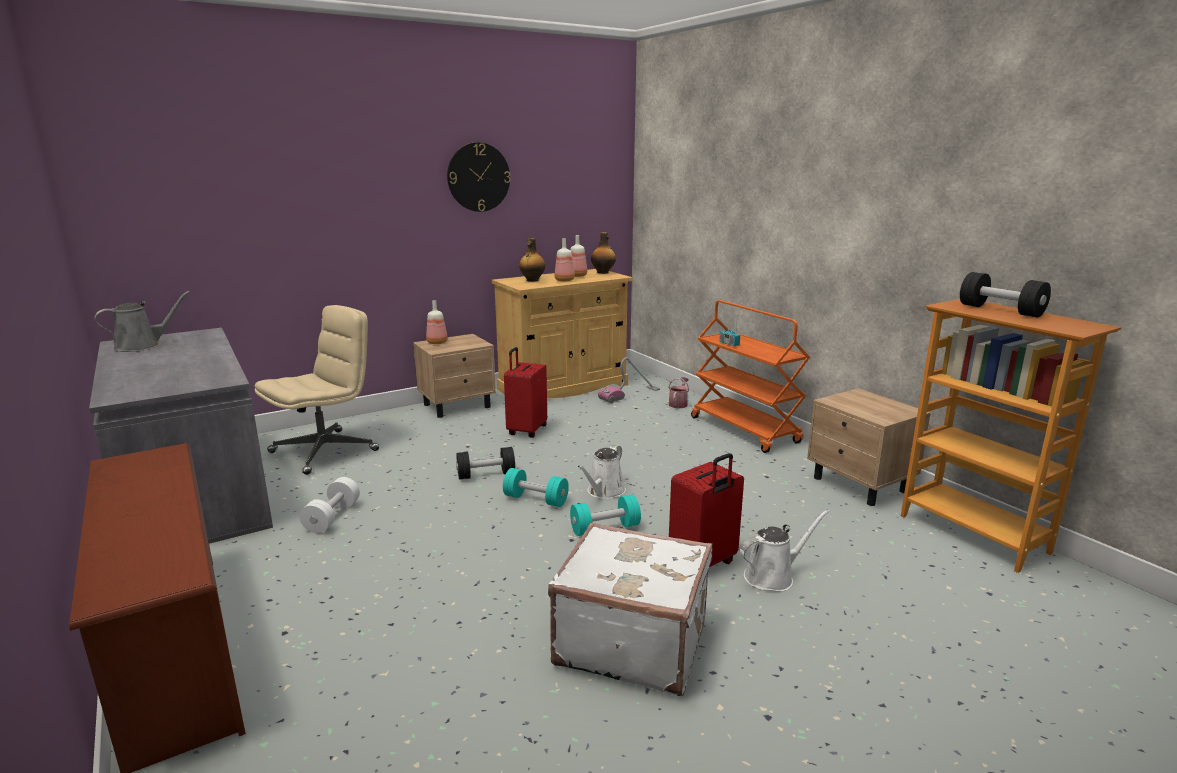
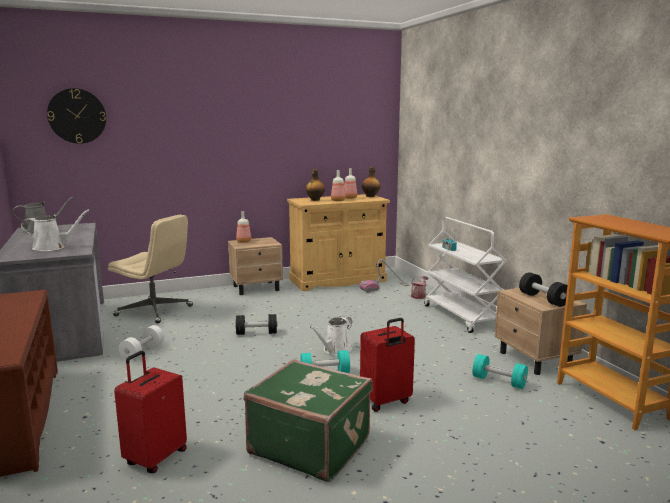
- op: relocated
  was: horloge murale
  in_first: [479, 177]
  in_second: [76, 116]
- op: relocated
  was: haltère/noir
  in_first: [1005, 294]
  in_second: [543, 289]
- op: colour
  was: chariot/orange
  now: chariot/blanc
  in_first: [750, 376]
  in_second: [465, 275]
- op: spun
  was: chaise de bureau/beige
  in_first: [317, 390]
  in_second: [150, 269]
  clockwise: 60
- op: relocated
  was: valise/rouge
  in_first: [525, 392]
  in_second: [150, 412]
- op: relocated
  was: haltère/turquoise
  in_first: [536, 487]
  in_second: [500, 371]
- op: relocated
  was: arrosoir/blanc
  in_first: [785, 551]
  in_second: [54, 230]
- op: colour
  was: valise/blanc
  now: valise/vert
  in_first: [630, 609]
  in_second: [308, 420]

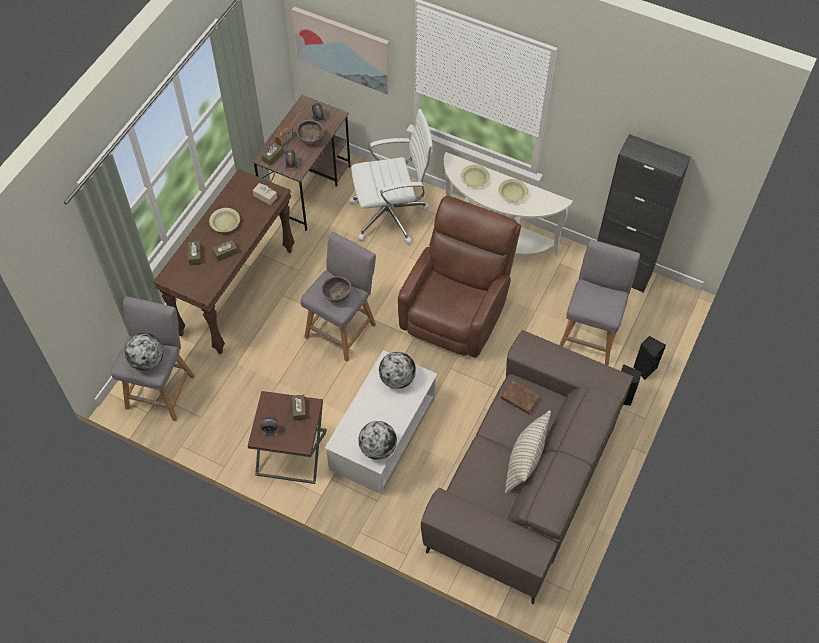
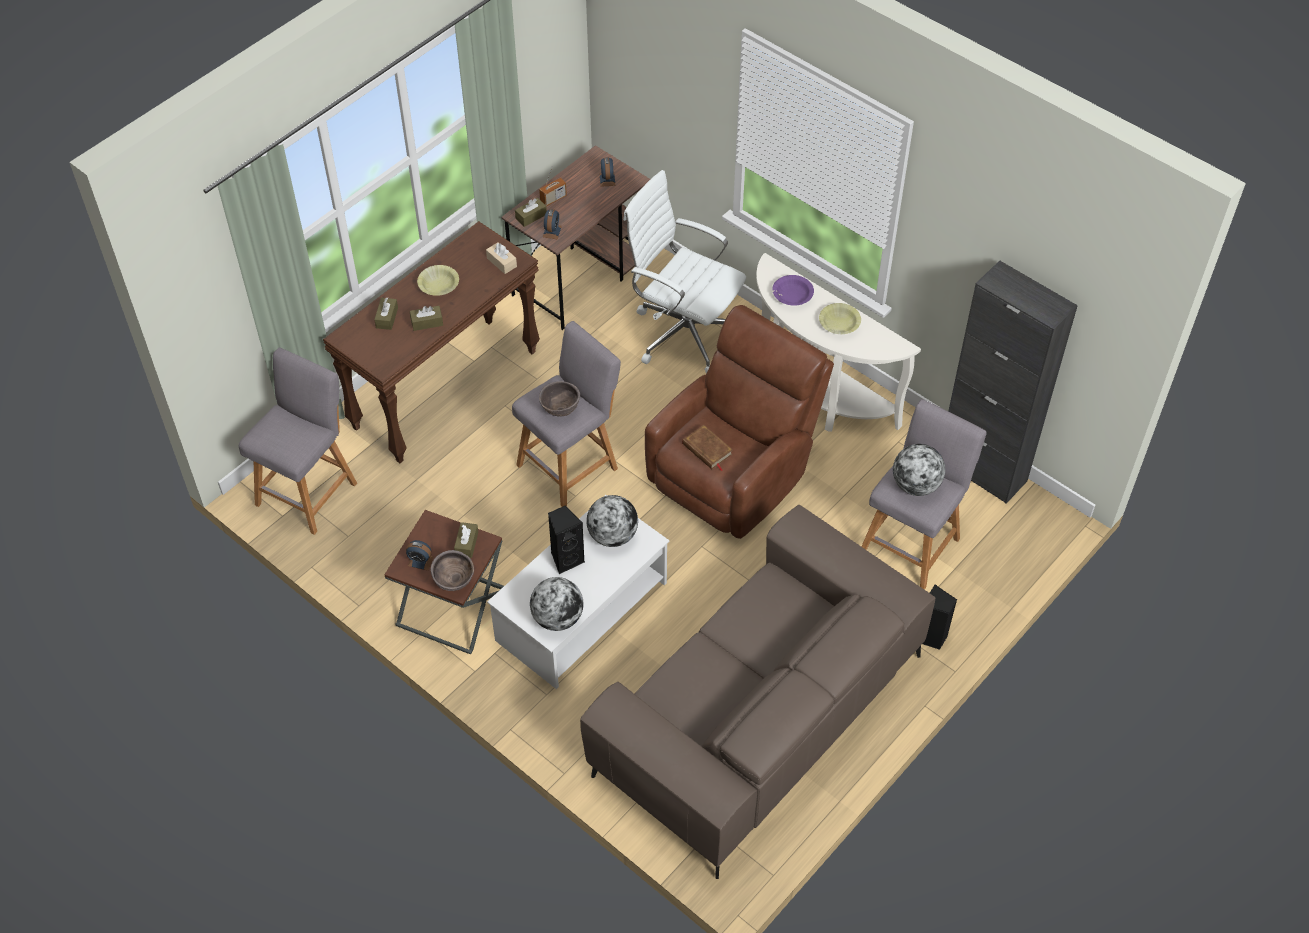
- op: missing
  was: tableau
  in_first: [341, 51]
- op: spun
  was: chaise de bureau/blanc
  in_first: [391, 176]
  in_second: [684, 272]
  clockwise: -150
- op: relocated
  was: bol/marron
  in_first: [310, 132]
  in_second: [452, 570]
- op: colour
  was: bol/jaune
  now: bol/violet
  in_first: [475, 176]
  in_second: [793, 290]
- op: relocated
  was: globe
  in_first: [143, 352]
  in_second: [919, 470]
- op: relocated
  was: enceinte/noir
  in_first: [649, 358]
  in_second: [566, 539]
- op: relocated
  was: livre/marron
  in_first: [520, 397]
  in_second: [707, 448]
- op: missing
  was: coussin
  in_first: [528, 452]

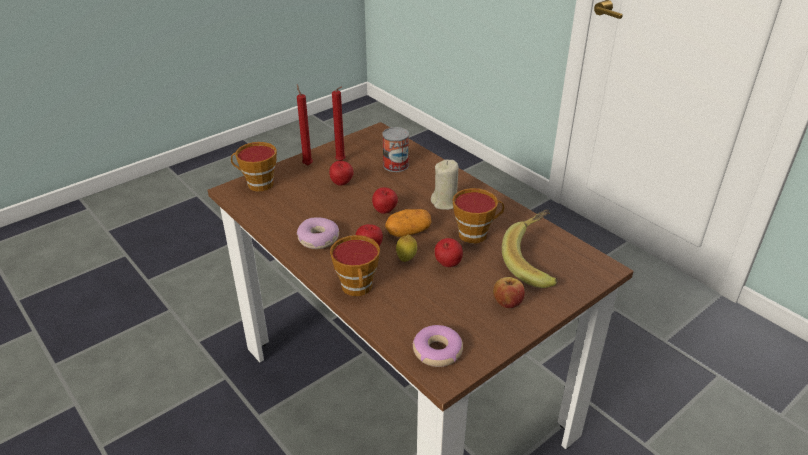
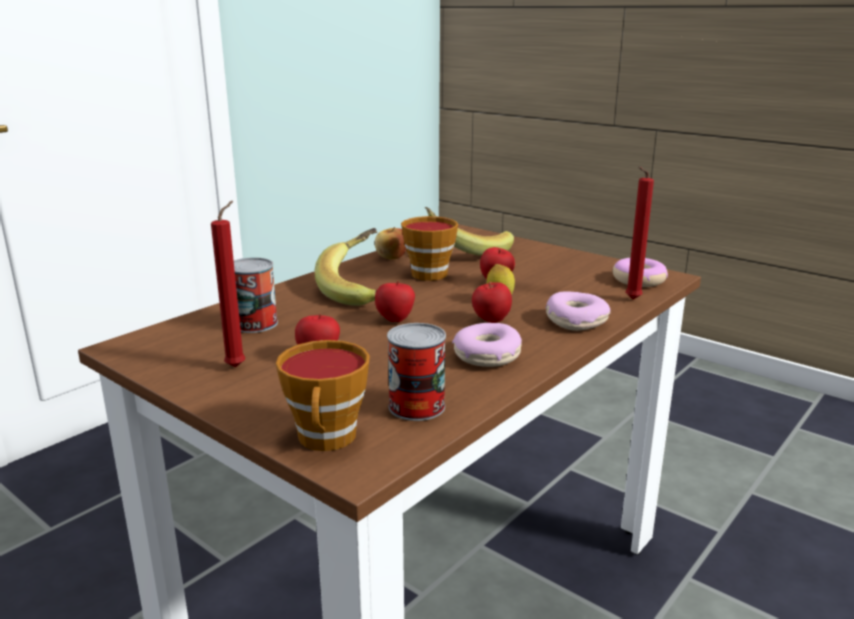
- op: relocated
  was: bougie/rouge
  in_first: [305, 124]
  in_second: [639, 233]
- op: exchanged
  was: bougie/beige
  now: banane
  in_first: [444, 185]
  in_second: [346, 267]
- op: missing
  was: pomme de terre
  in_first: [408, 223]
- op: exchanged
  was: tasse
  now: beignet
  in_first: [355, 265]
  in_second: [578, 311]
- op: relocated
  was: pomme
  in_first: [509, 292]
  in_second: [390, 243]
- op: appeared
  now: boîte métallique
  in_second: [416, 372]

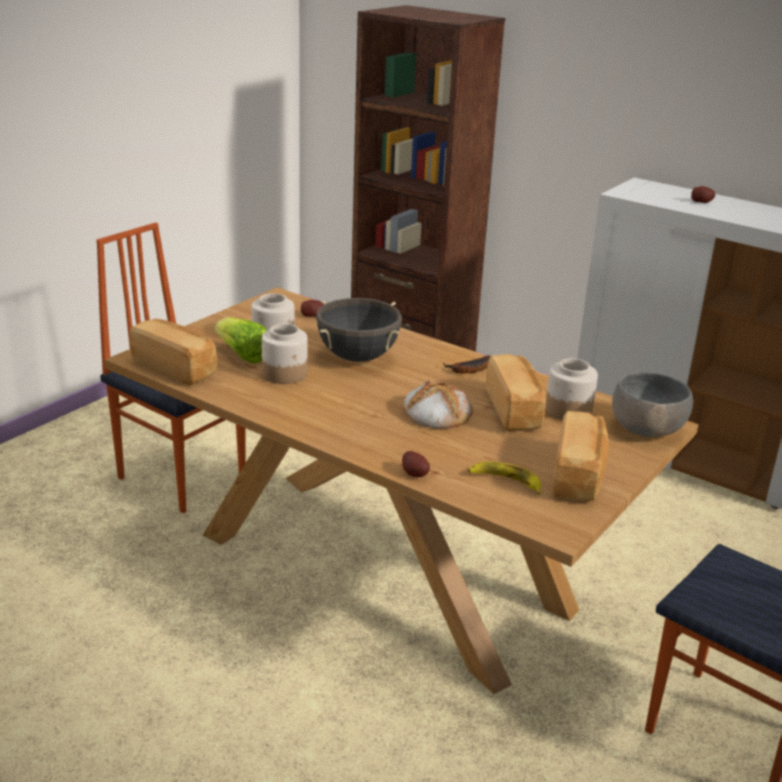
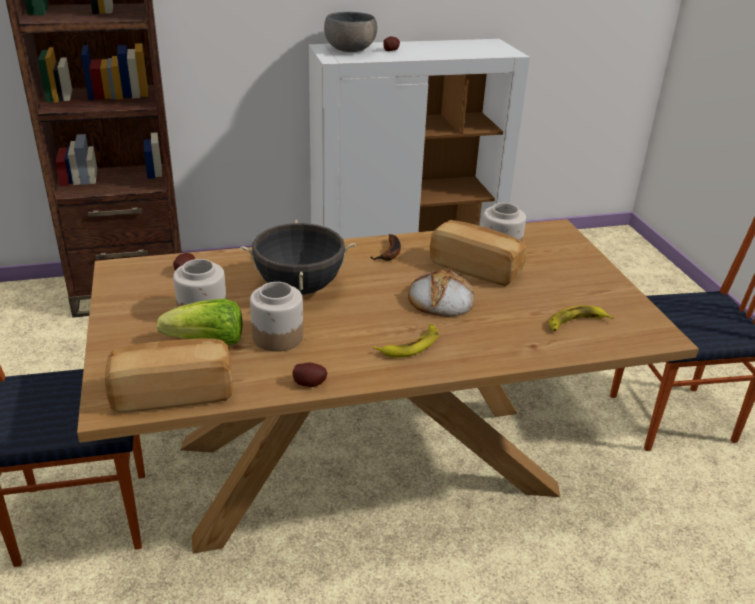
- op: relocated
  was: bol/gris
  in_first: [652, 404]
  in_second: [350, 32]
- op: missing
  was: pain
  in_first: [581, 456]
- op: relocated
  was: pomme de terre
  in_first: [416, 464]
  in_second: [310, 374]
- op: appeared
  now: banane
  in_second: [406, 341]

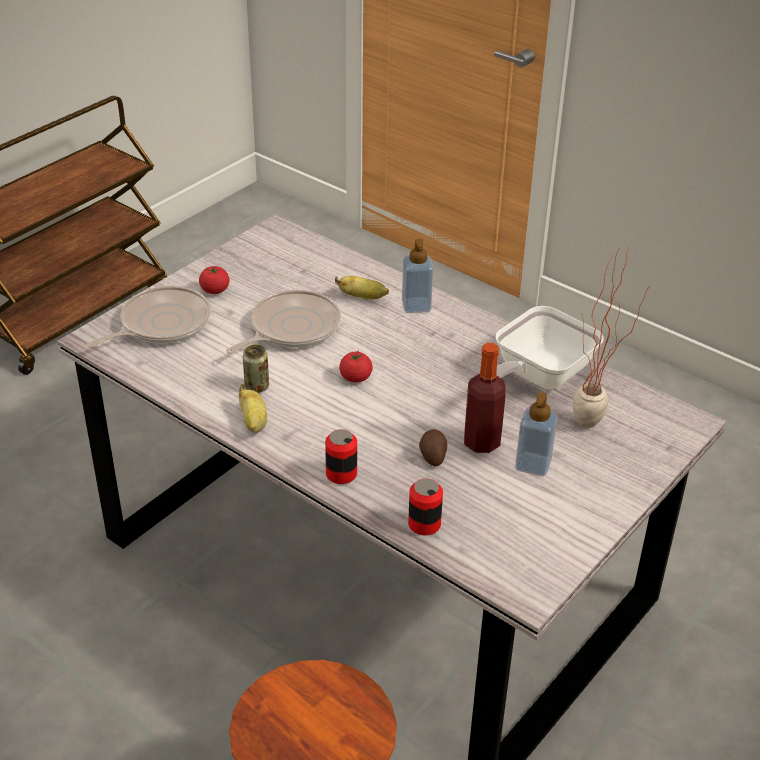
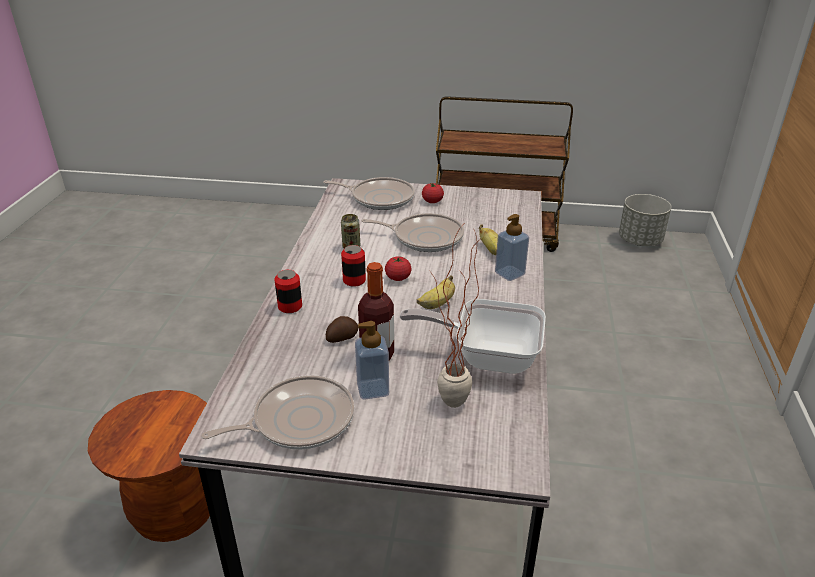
- op: relocated
  was: banane
  in_first: [253, 408]
  in_second: [436, 292]
- op: relocated
  was: boîte métallique
  in_first: [425, 507]
  in_second: [353, 266]
- op: appeared
  now: cache-pot/gris
  in_second: [645, 220]
- op: appeared
  now: poêle
  in_second: [277, 412]

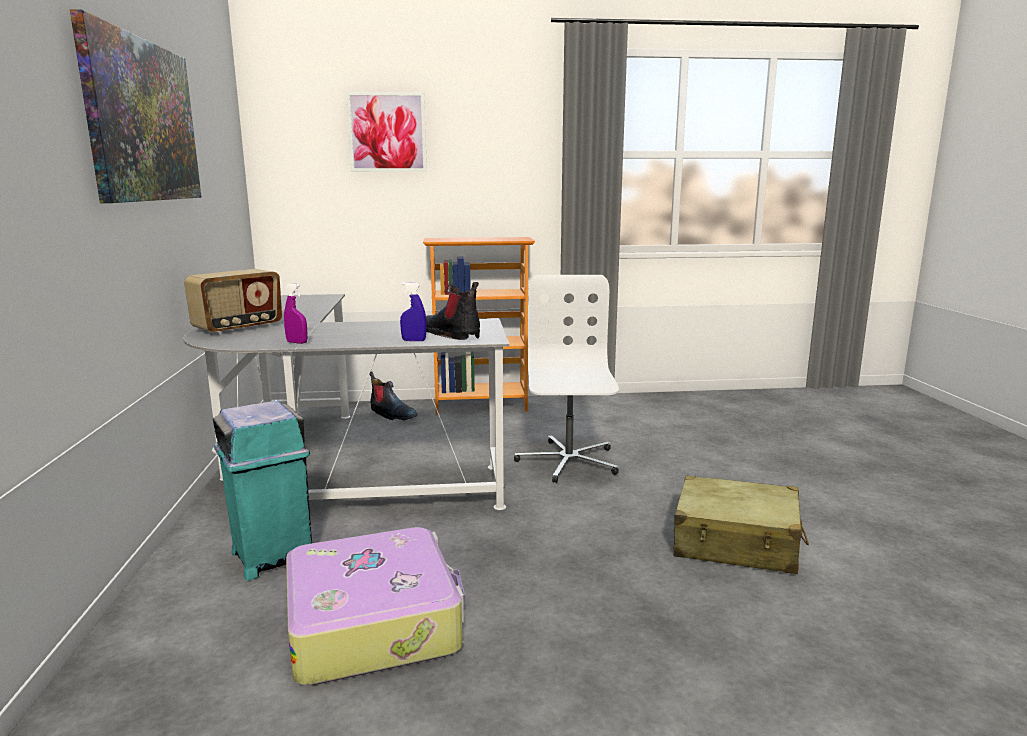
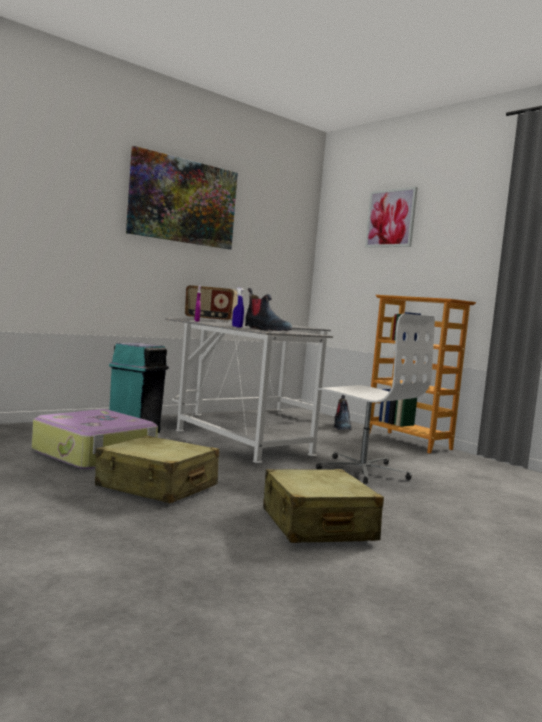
- op: spun
  was: chaise de bureau/blanc
  in_first: [566, 379]
  in_second: [375, 398]
  clockwise: 75
- op: spun
  was: botte
  in_first: [453, 311]
  in_second: [269, 309]
  clockwise: 120
- op: appeared
  now: valise/beige
  in_second: [157, 469]

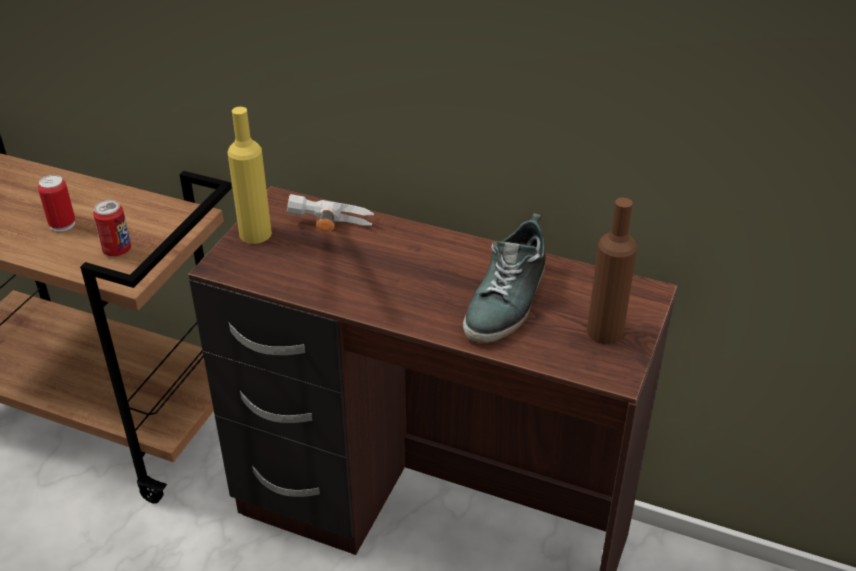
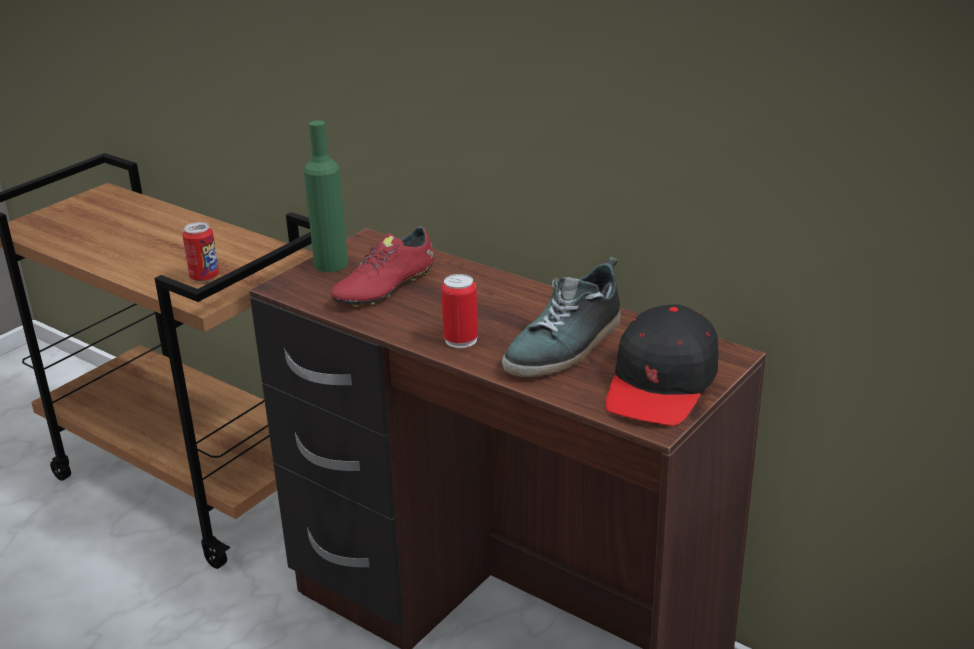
- op: colour
  was: bouteille/jaune
  now: bouteille/vert
  in_first: [249, 175]
  in_second: [326, 196]
- op: relocated
  was: boîte métallique
  in_first: [56, 203]
  in_second: [459, 311]
- op: exchanged
  was: marteau
  now: chaussure/rouge
  in_first: [330, 213]
  in_second: [382, 266]
- op: exchanged
  was: bouteille/marron
  now: casquette/noir
  in_first: [612, 271]
  in_second: [661, 365]

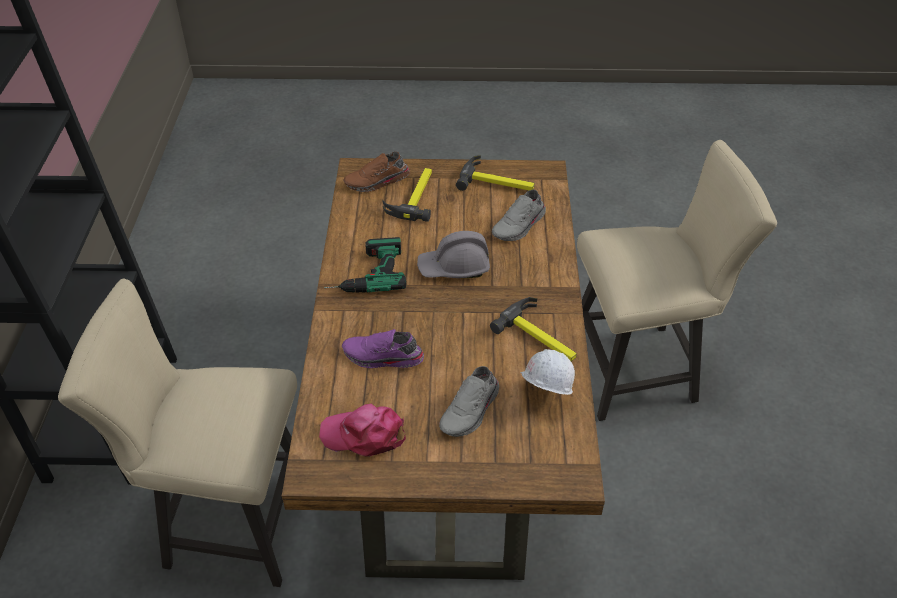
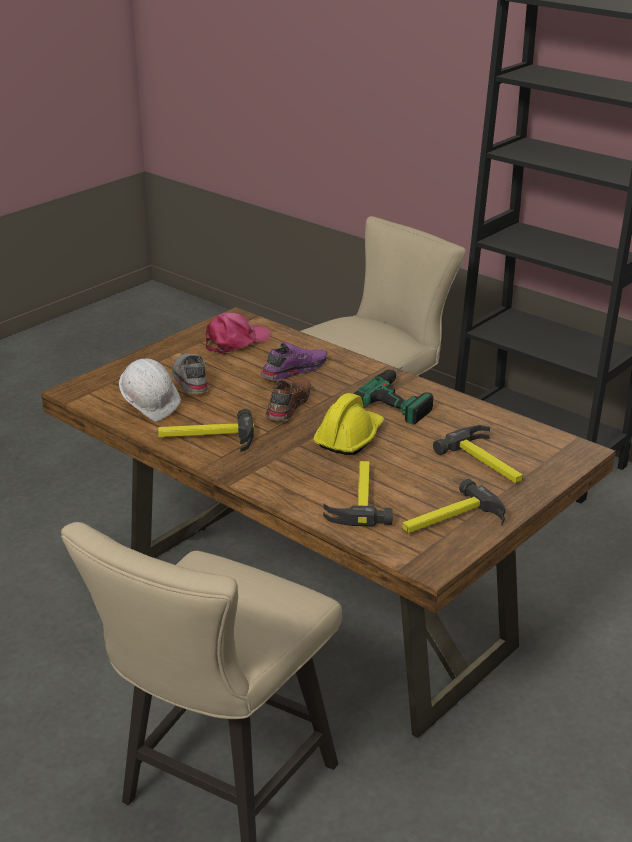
- op: relocated
  was: chaussure/marron
  in_first: [376, 172]
  in_second: [288, 399]
- op: exchanged
  was: chaussure/gris
  now: marteau
  in_first: [519, 215]
  in_second: [358, 494]
- op: colour
  was: casque de chantier/gris
  now: casque de chantier/jaune
  in_first: [453, 254]
  in_second: [348, 424]

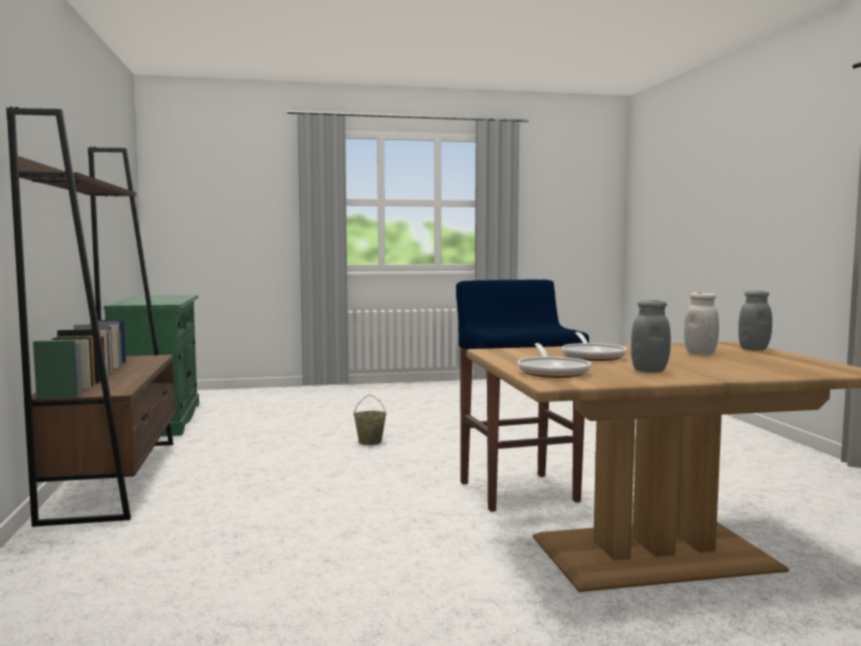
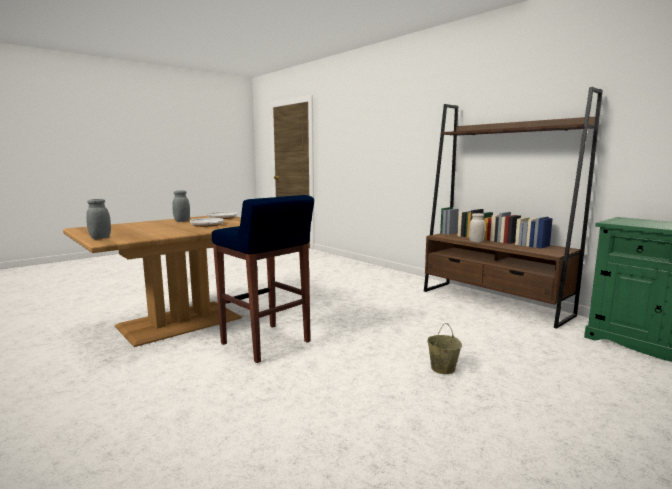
- op: relocated
  was: bocal/blanc
  in_first: [701, 323]
  in_second: [477, 227]

